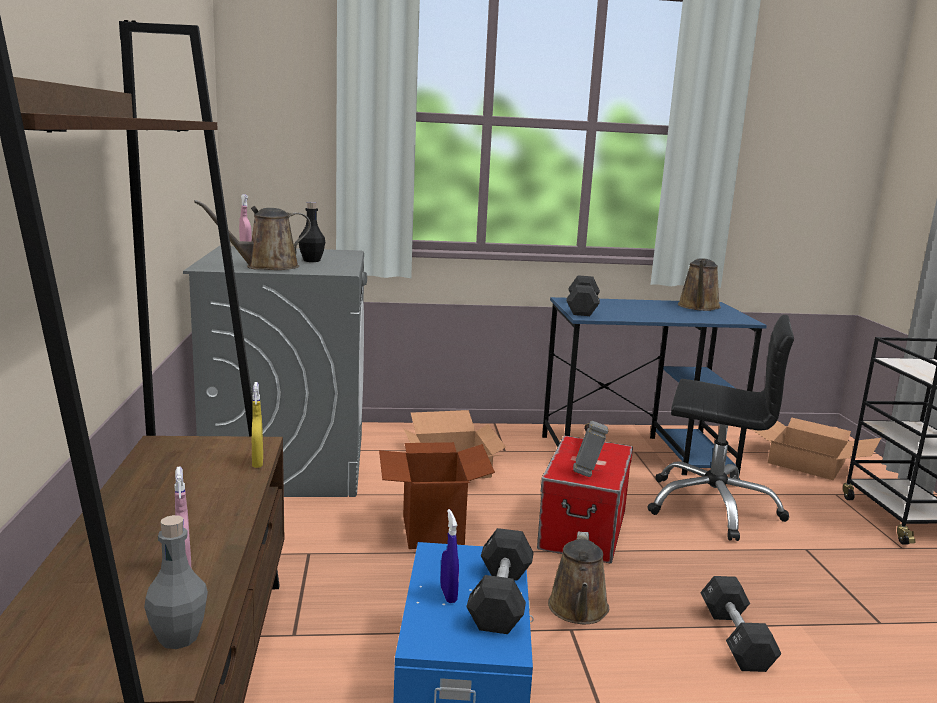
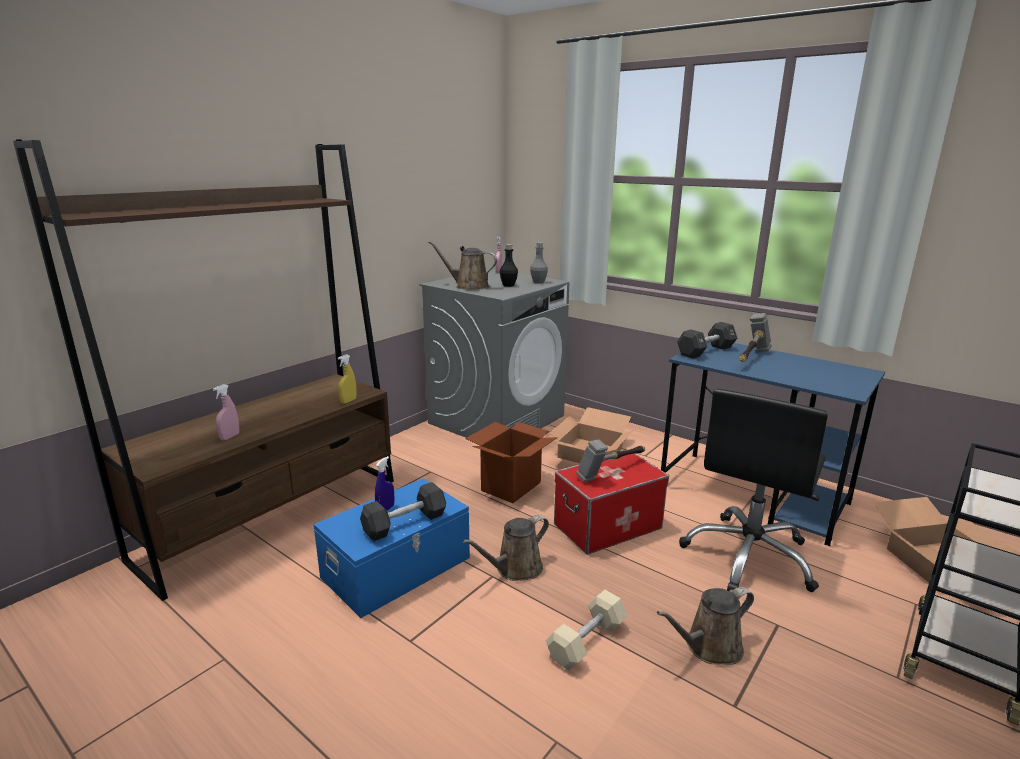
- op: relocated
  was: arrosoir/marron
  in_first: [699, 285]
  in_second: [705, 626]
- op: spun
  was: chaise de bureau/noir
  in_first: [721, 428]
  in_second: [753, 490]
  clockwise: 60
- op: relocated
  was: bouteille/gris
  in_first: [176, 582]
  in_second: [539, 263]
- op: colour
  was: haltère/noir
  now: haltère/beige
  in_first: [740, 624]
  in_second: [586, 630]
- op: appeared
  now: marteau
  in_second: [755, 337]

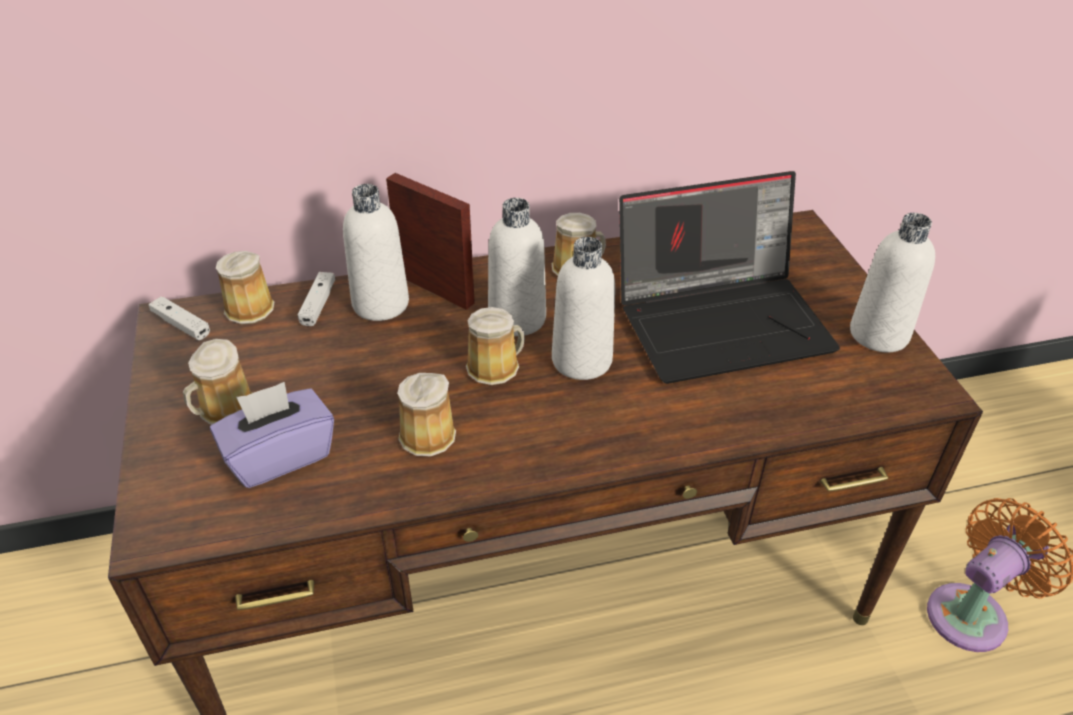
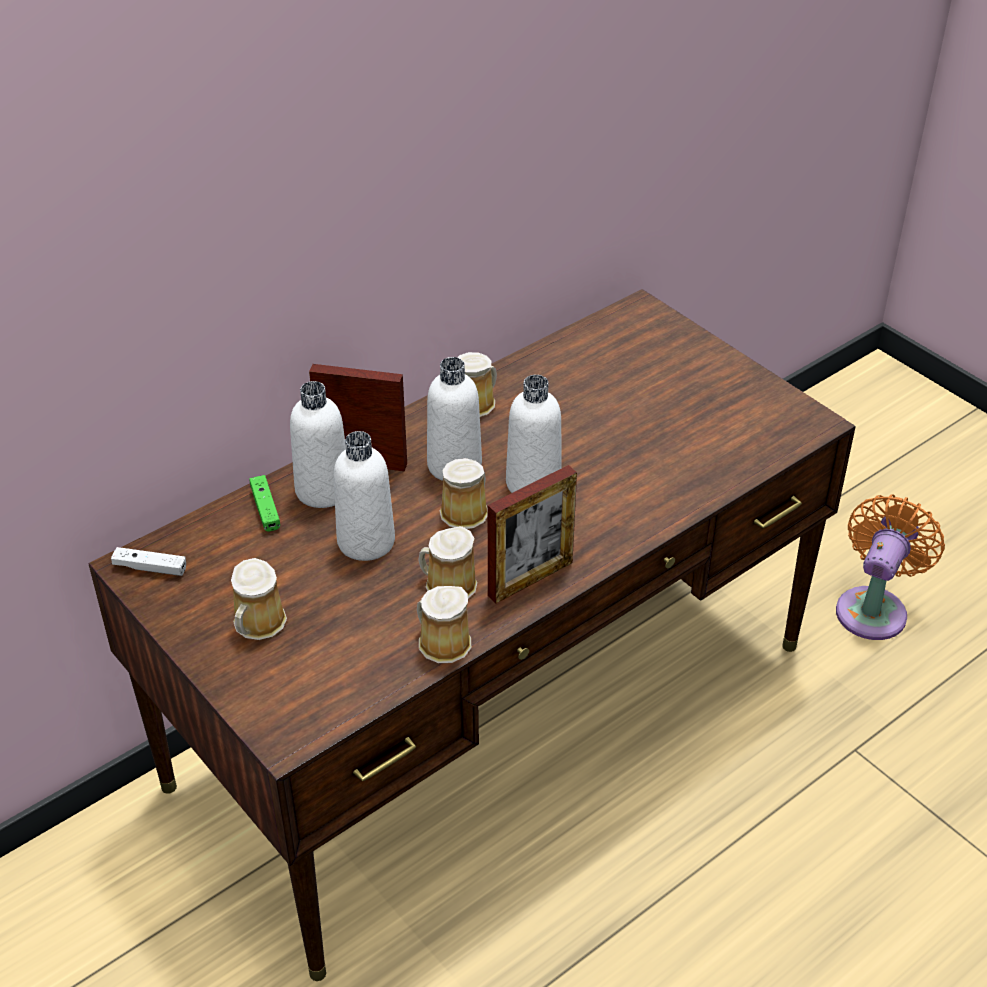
- op: missing
  was: ordinateur portable
  in_first: [729, 277]
- op: relocated
  was: bouteille/blanc
  in_first: [892, 282]
  in_second: [364, 496]
- op: relocated
  was: mug
  in_first: [245, 287]
  in_second: [444, 624]
- op: colour
  was: manette/blanc
  now: manette/vert
  in_first: [317, 299]
  in_second: [265, 503]
- op: missing
  was: boîte à mouchoirs/violet
  in_first: [272, 435]
- op: appeared
  now: cadre photo
  in_second: [532, 534]

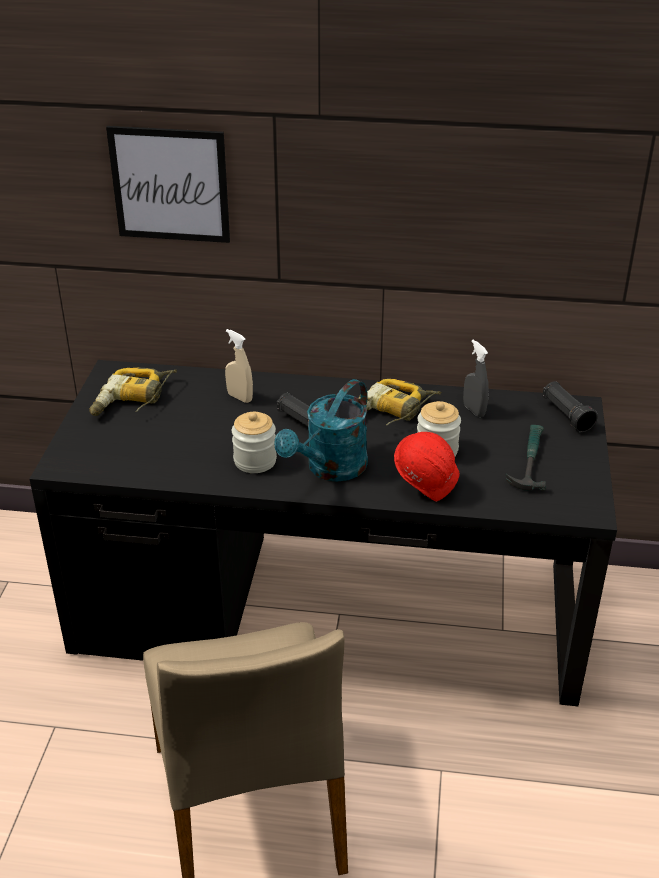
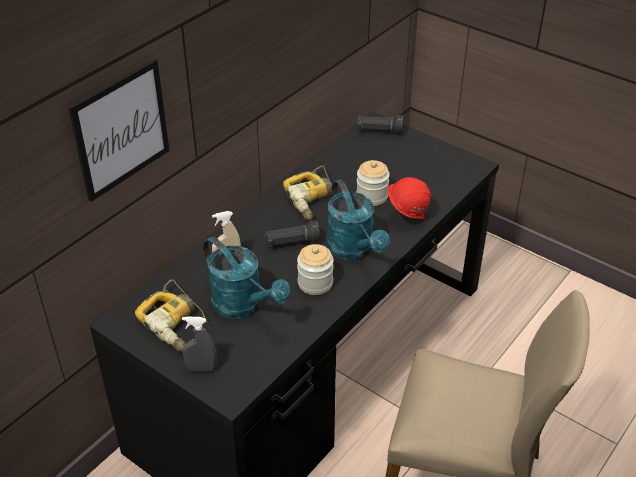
- op: relocated
  was: vaporisateur/gris
  in_first: [476, 378]
  in_second: [199, 343]
- op: missing
  was: marteau
  in_first: [526, 458]
- op: appeared
  now: arrosoir/turquoise
  in_second: [247, 278]

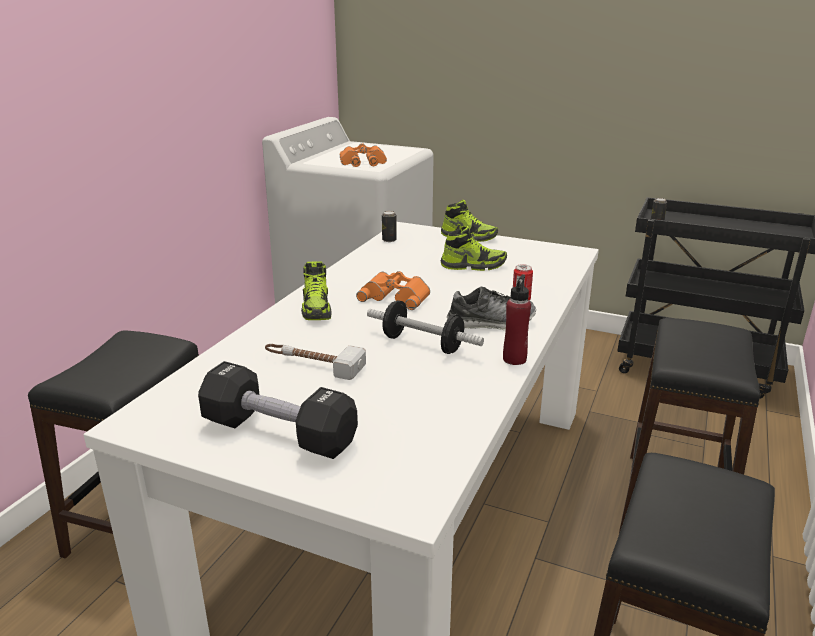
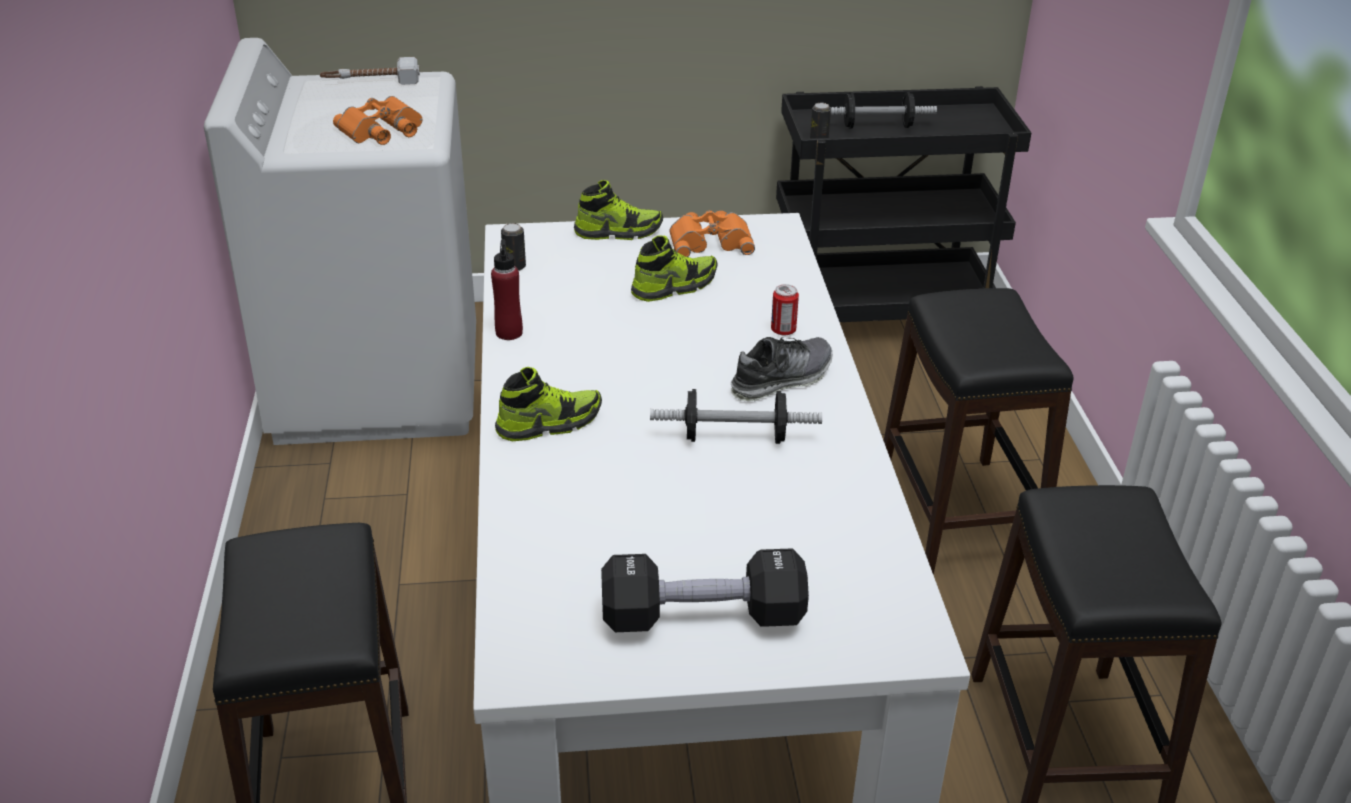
- op: spun
  was: chaussure
  in_first: [316, 290]
  in_second: [548, 404]
  clockwise: -75
- op: relocated
  was: jumelles/orange
  in_first: [393, 290]
  in_second: [712, 233]
- op: relocated
  was: bouteille/rouge
  in_first: [517, 320]
  in_second: [507, 289]
- op: relocated
  was: marteau
  in_first: [315, 362]
  in_second: [370, 71]
- op: appeared
  now: haltère
  in_second: [884, 110]

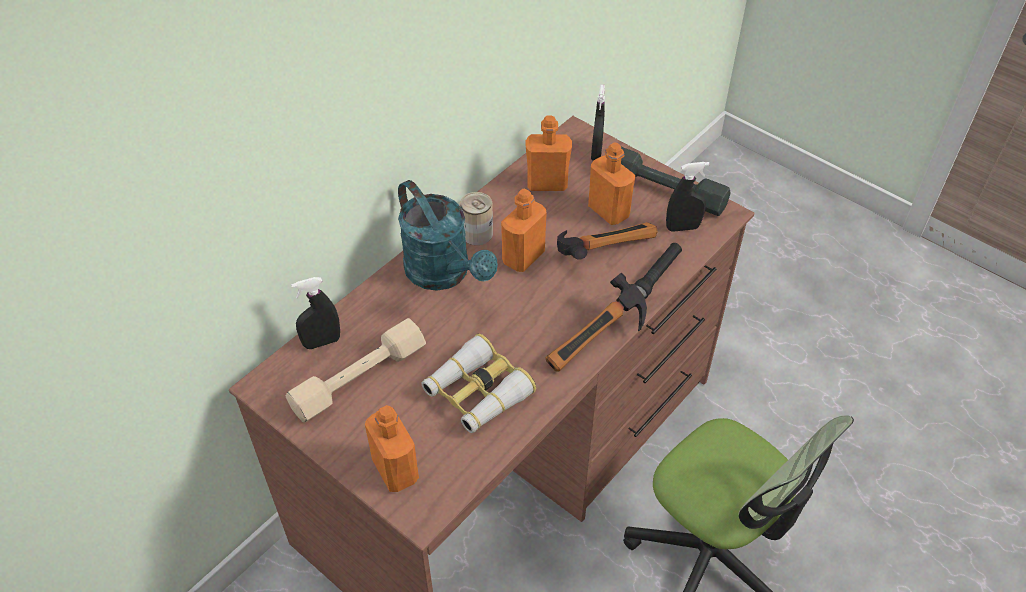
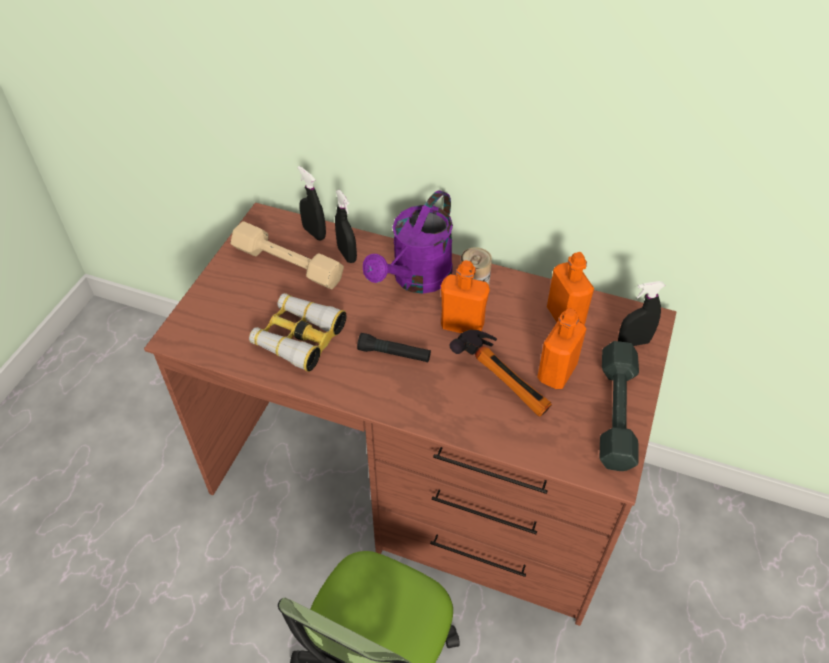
- op: relocated
  was: vaporisateur/noir
  in_first: [688, 197]
  in_second: [346, 226]
- op: colour
  was: arrosoir/turquoise
  now: arrosoir/violet
  in_first: [448, 235]
  in_second: [408, 242]
- op: relocated
  was: lampe de poche/noir
  in_first: [658, 271]
  in_second: [394, 347]
- op: missing
  was: marteau
  in_first: [596, 322]
- op: missing
  was: bouteille/orange
  in_first: [392, 448]

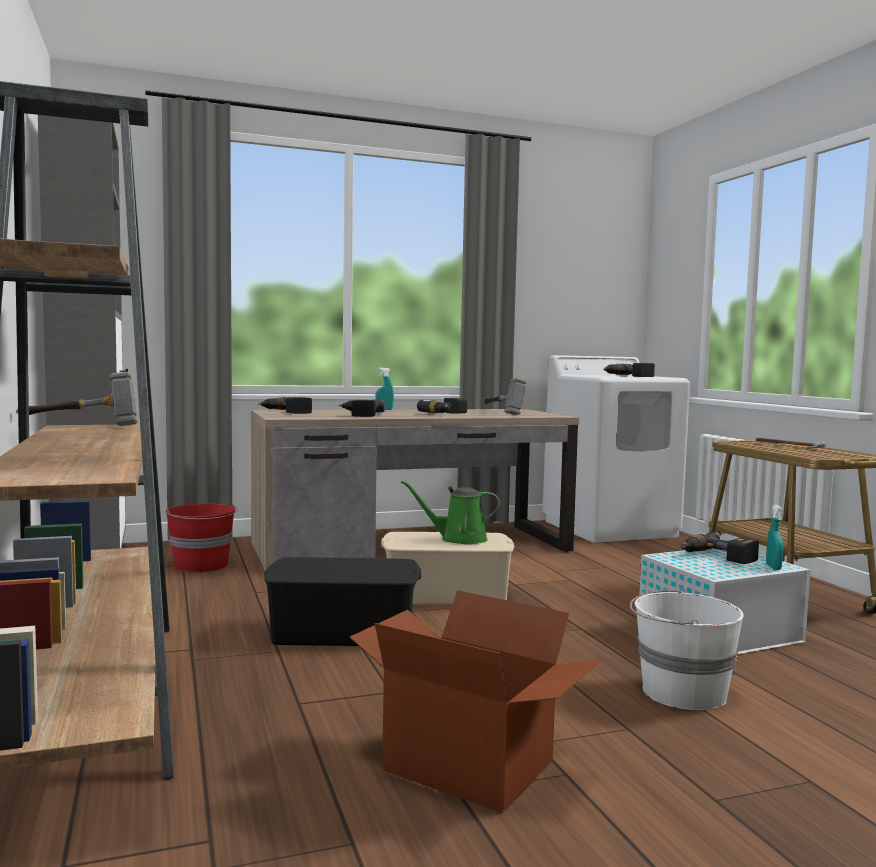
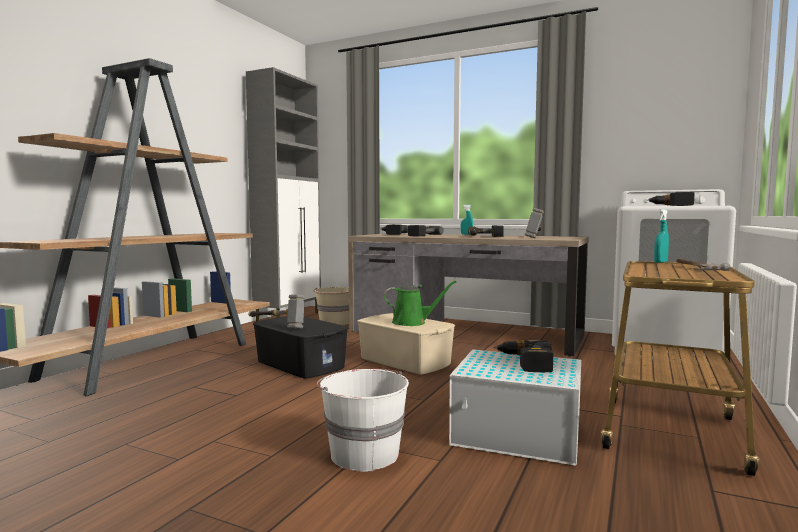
- op: relocated
  was: marteau
  in_first: [77, 399]
  in_second: [276, 311]
- op: spun
  was: arrosoir/vert
  in_first: [450, 512]
  in_second: [420, 303]
  clockwise: 135
- op: colour
  was: seau/rouge
  now: seau/beige
  in_first: [201, 538]
  in_second: [331, 306]
- op: relocated
  was: vaporisateur/turquoise
  in_first: [774, 537]
  in_second: [661, 236]
- op: missing
  was: carton
  in_first: [475, 701]

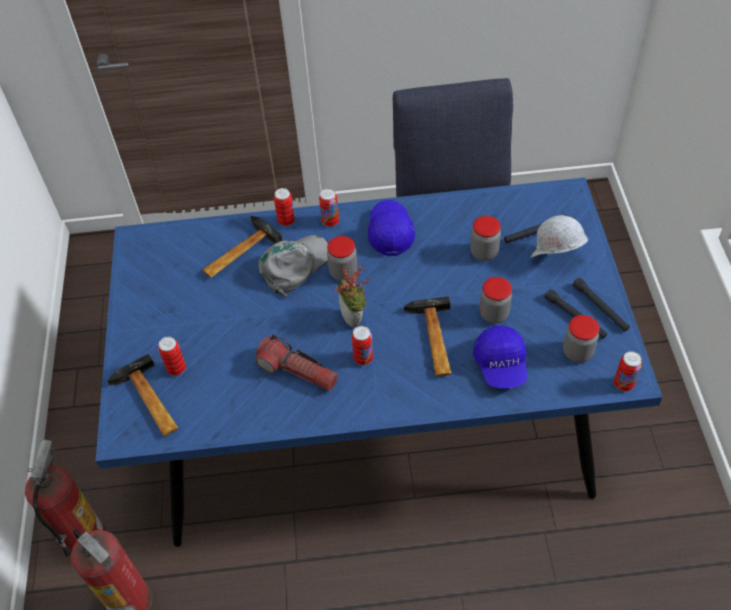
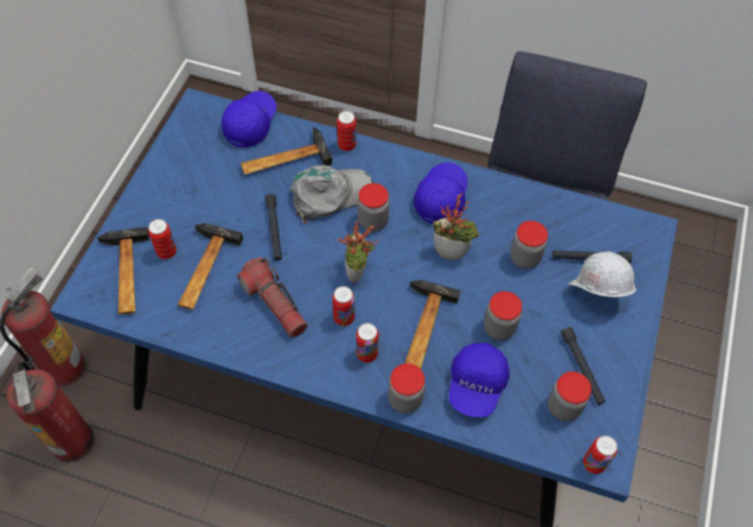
- op: relocated
  was: boîte métallique
  in_first: [329, 207]
  in_second: [367, 343]
- op: relocated
  was: lampe de poche/noir
  in_first: [601, 304]
  in_second: [273, 227]
- op: appeared
  now: casquette/bleu
  in_second: [249, 119]
- op: appeared
  now: plante en pot
  in_second: [456, 226]
- op: appeared
  now: marteau
  in_second: [210, 266]
- op: appeared
  now: bocal
  in_second: [406, 388]

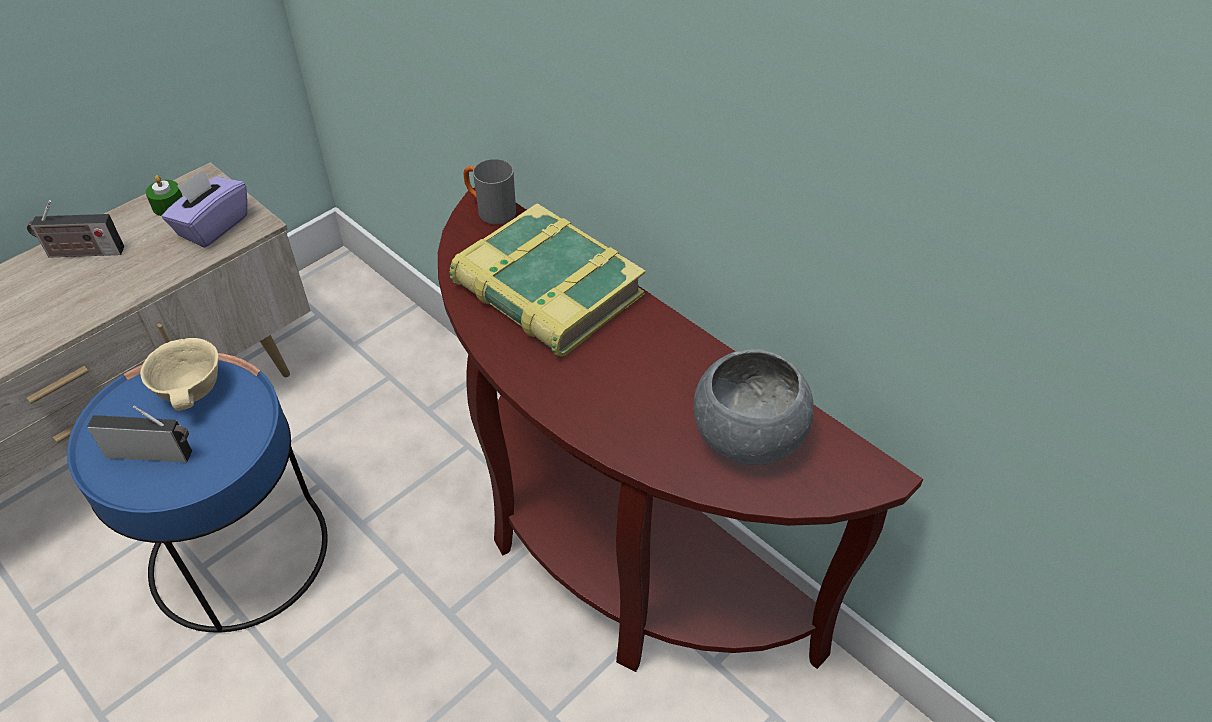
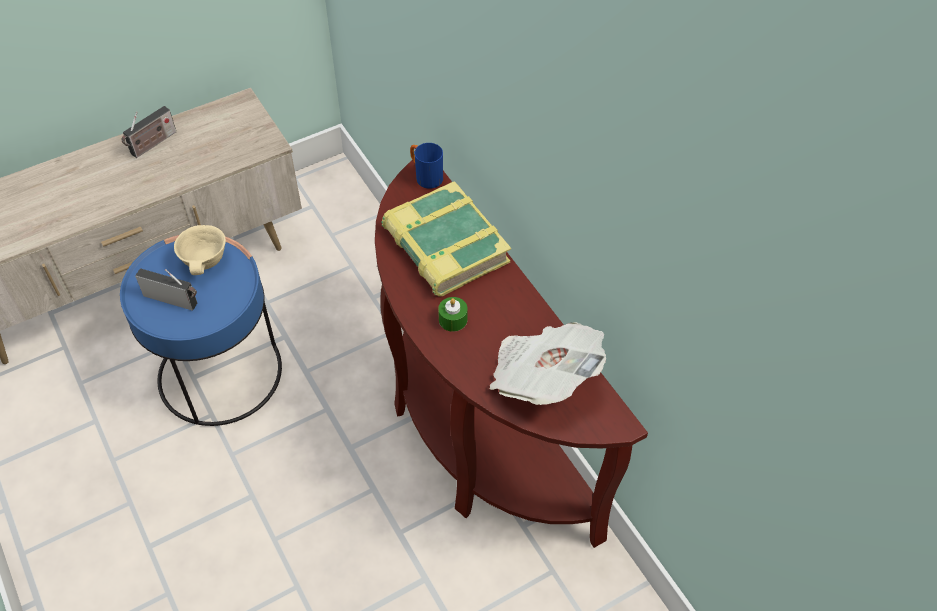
- op: colour
  was: mug/gris
  now: mug/bleu
  in_first: [489, 191]
  in_second: [426, 166]
- op: missing
  was: boîte à mouchoirs/violet
  in_first: [205, 208]
- op: relocated
  was: bougie/vert
  in_first: [164, 195]
  in_second: [452, 314]
- op: spun
  was: radio
  in_first: [75, 229]
  in_second: [148, 132]
  clockwise: -60
- op: exchanged
  was: bol/gris
  now: journal
  in_first: [753, 407]
  in_second: [547, 363]

